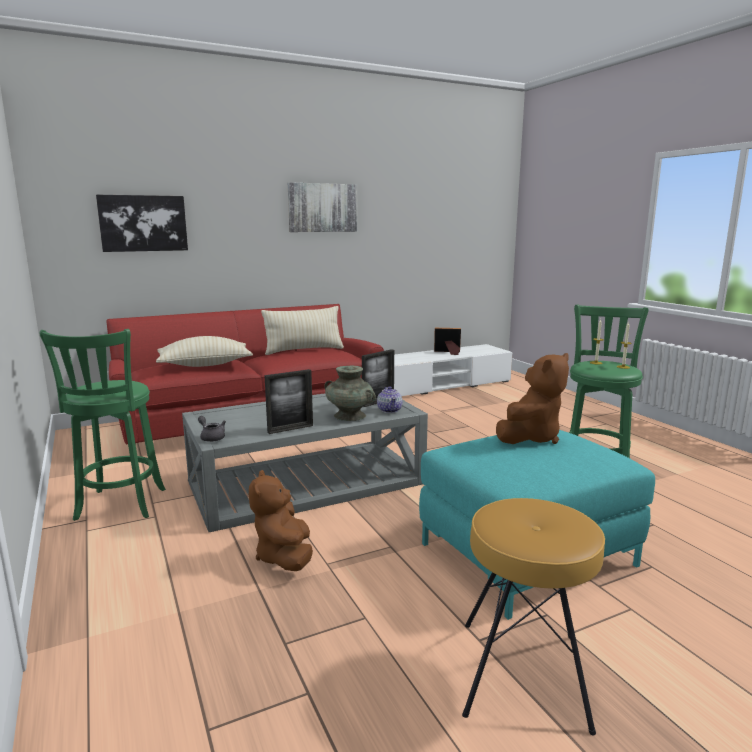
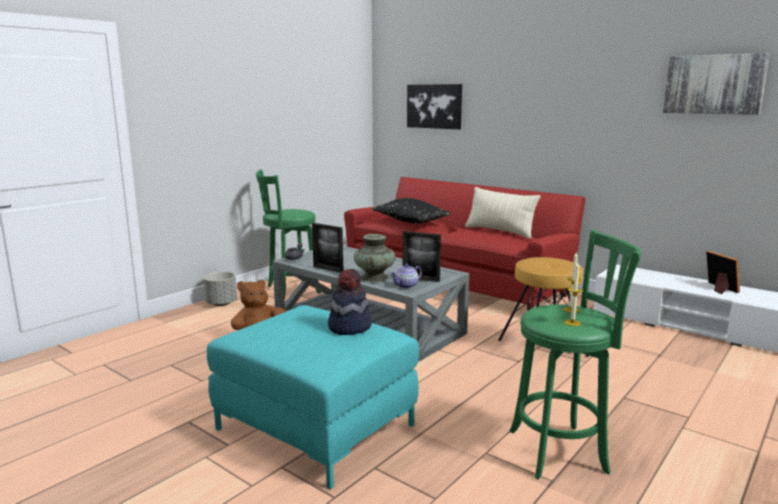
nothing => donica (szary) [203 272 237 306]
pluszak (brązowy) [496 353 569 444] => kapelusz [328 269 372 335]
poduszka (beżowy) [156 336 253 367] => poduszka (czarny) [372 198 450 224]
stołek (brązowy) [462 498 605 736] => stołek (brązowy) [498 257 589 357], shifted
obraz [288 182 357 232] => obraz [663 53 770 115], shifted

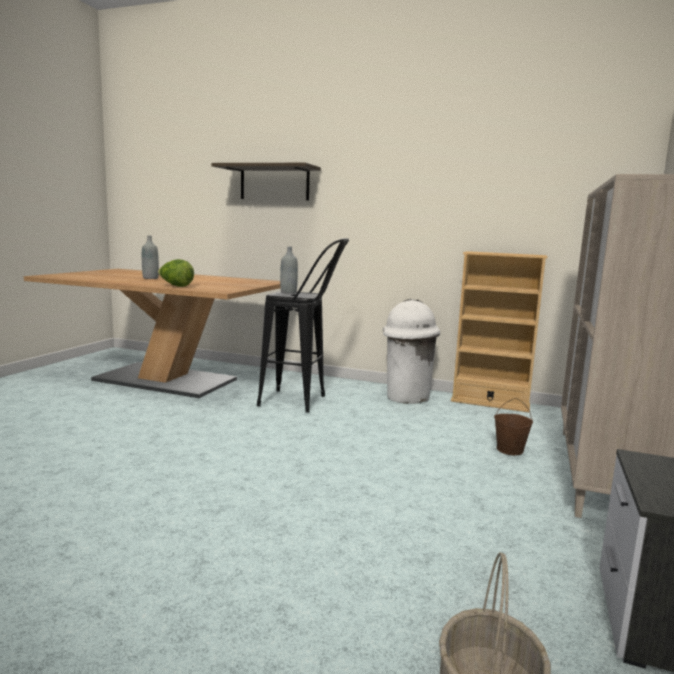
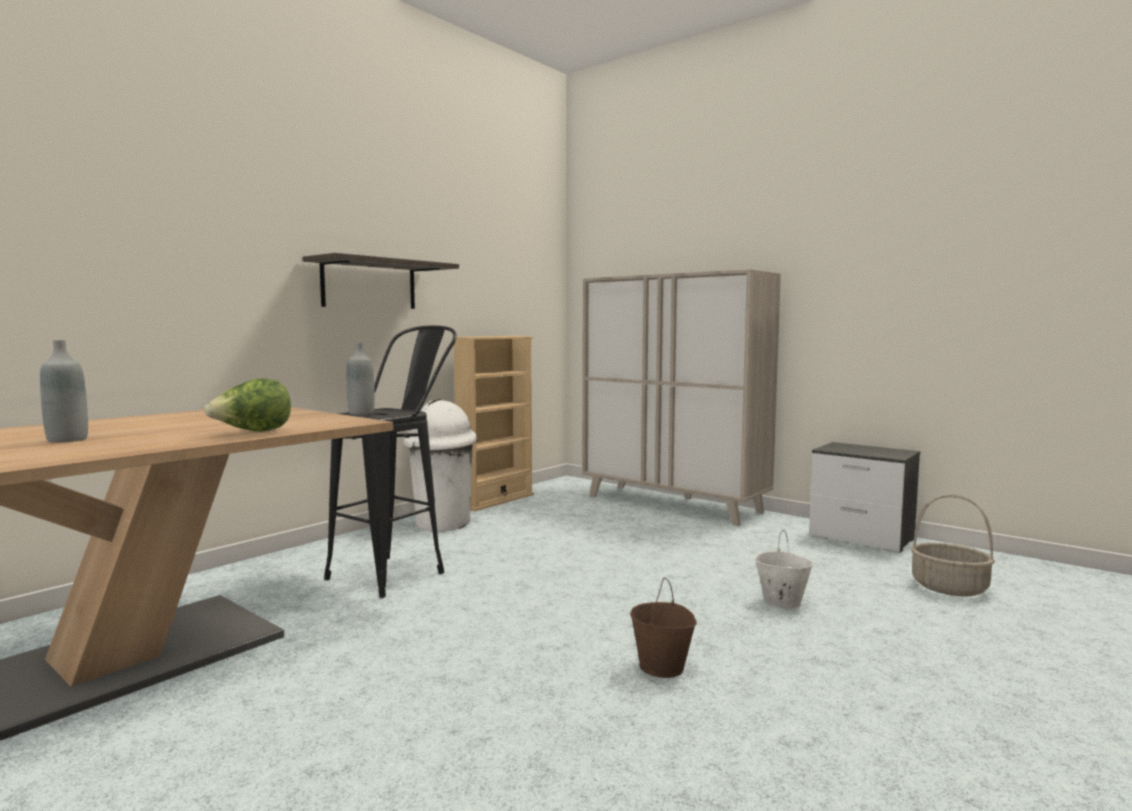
półka [211 163 321 200] => półka [303 253 459 309], shifted
wiadro (brązowy) [494 398 533 455] => wiadro (brązowy) [630 577 697 678], shifted
nothing => wiadro (biały) [754 529 813 609]

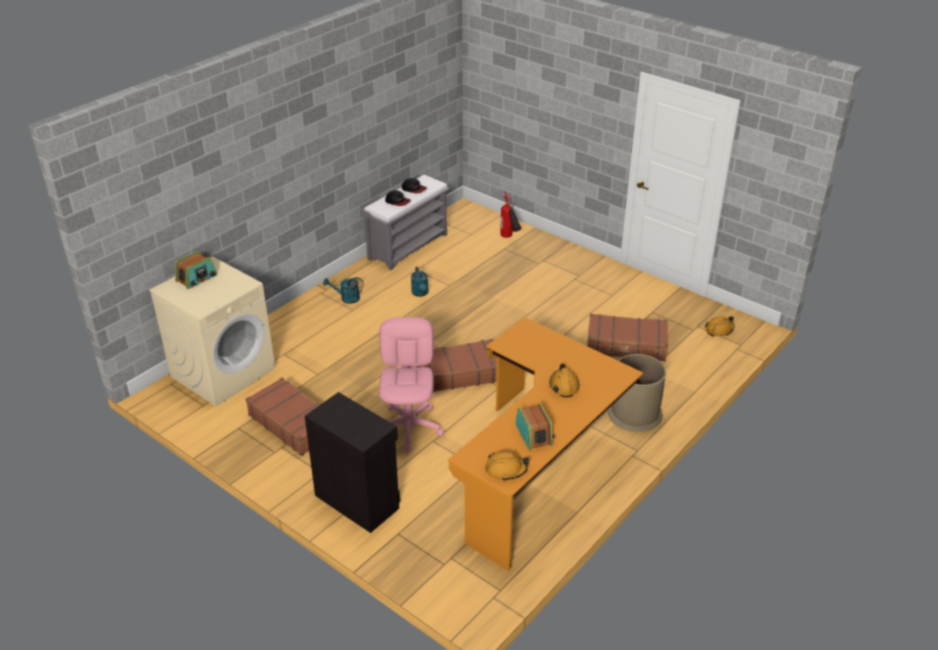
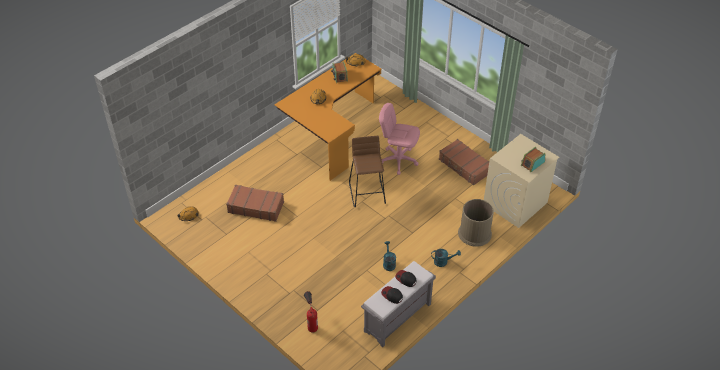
walizka (brązowy) [416 339 497 392] => stołek (brązowy) [349 136 386 207]
krzesło biurowe (różowy) [379 317 445 452] => krzesło biurowe (różowy) [379 103 420 175], 105 degrees clockwise
kosz na śmieci (brązowy) [607 354 666 432] => kosz na śmieci (brązowy) [458 199 494 247], shifted
szafka (czarny) [305 392 400 533] => nothing

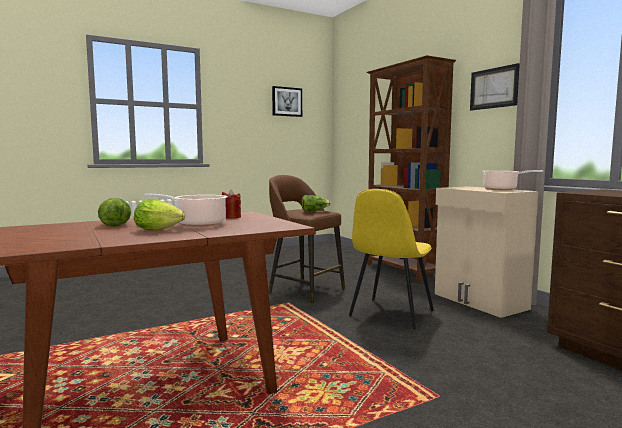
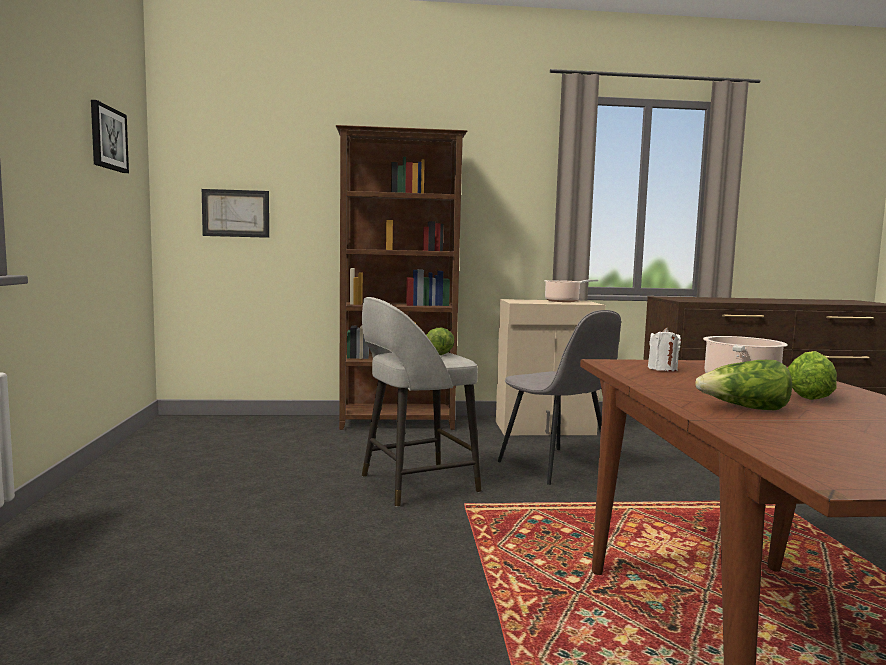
obraz [470 63 520 111] => obraz [202 189 269 238], shifted
stołek (brązowy) [268 175 345 303] => stołek (szary) [362 297 481 507]
krzesło (żółty) [349 189 434 329] => krzesło (szary) [498 310 621 485]
świeca (czerwony) [222 190 241 219] => świeca (biały) [648 327 681 371]

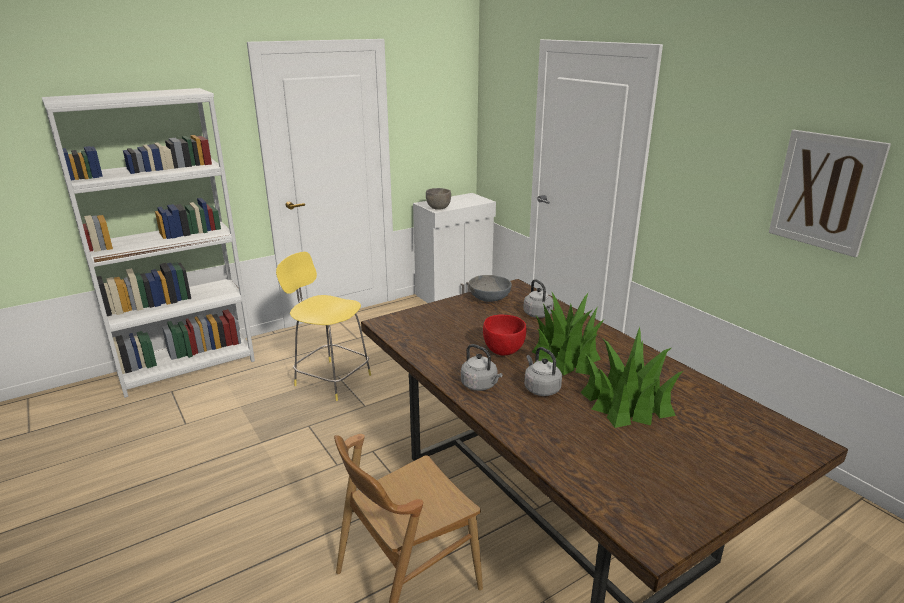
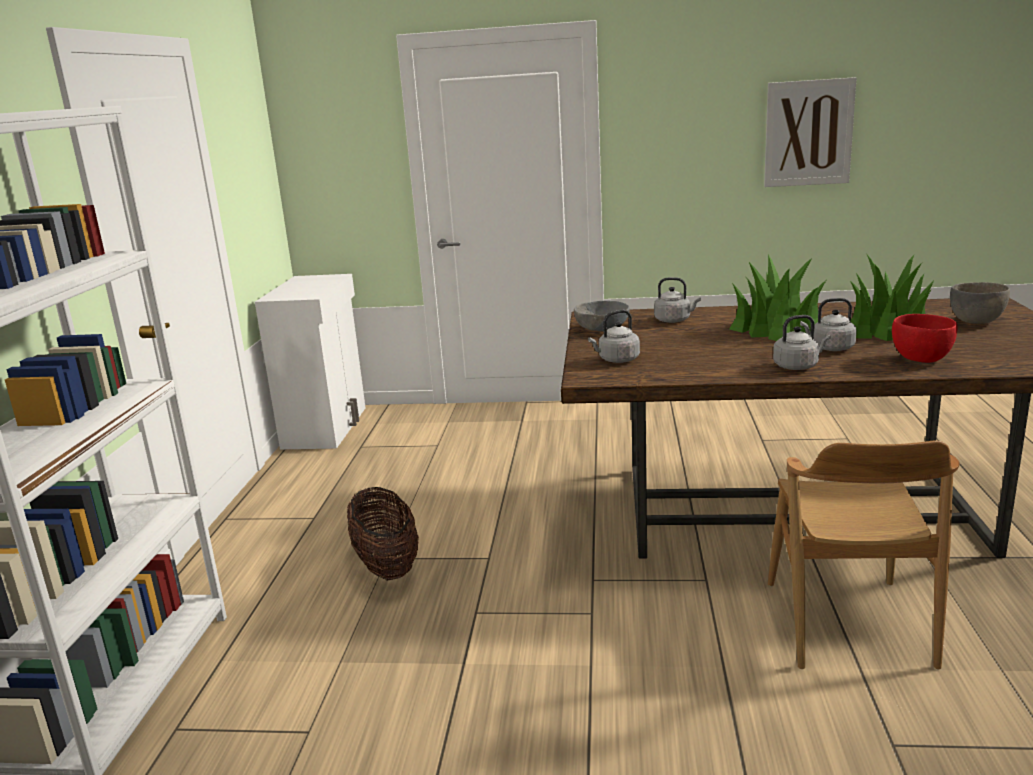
stołek (żółty) [276 252 371 401] => koszyk [347 487 419 581]
nothing => czajnik (szary) [588 310 640 363]
miska (czerwony) [483 315 526 356] => miska (czerwony) [892 314 957 363], shifted
miska (szary) [426 188 451 210] => miska (szary) [950 282 1010 324], shifted

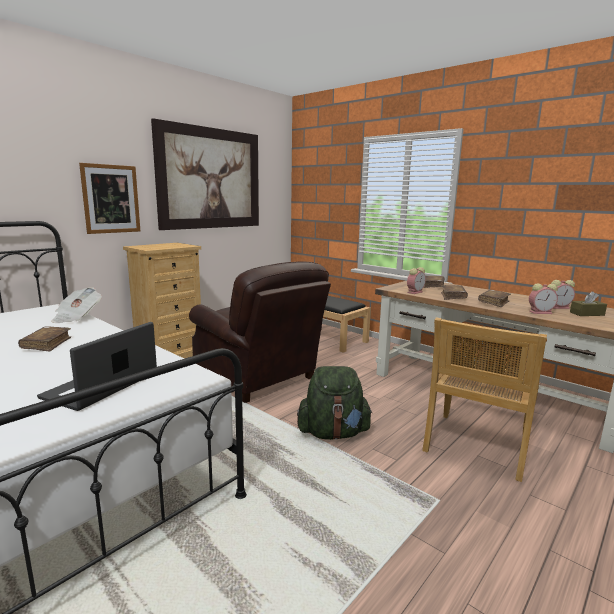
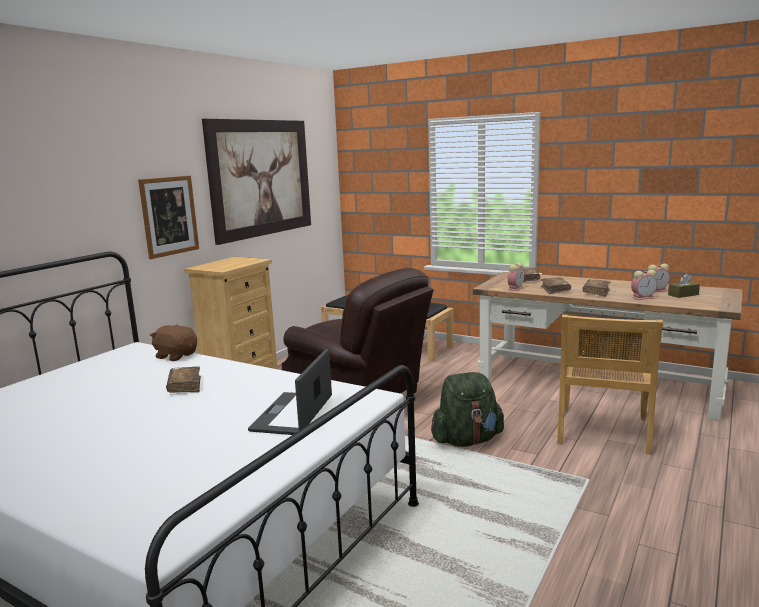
gazeta [51 287 102 323] => pluszak (brązowy) [150 325 197 361]

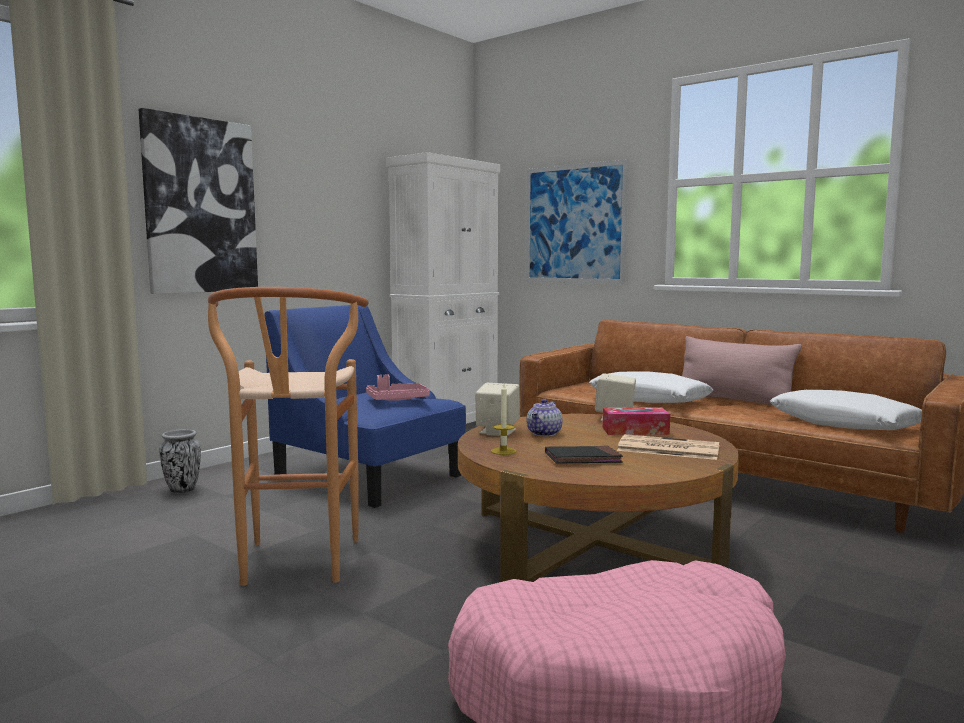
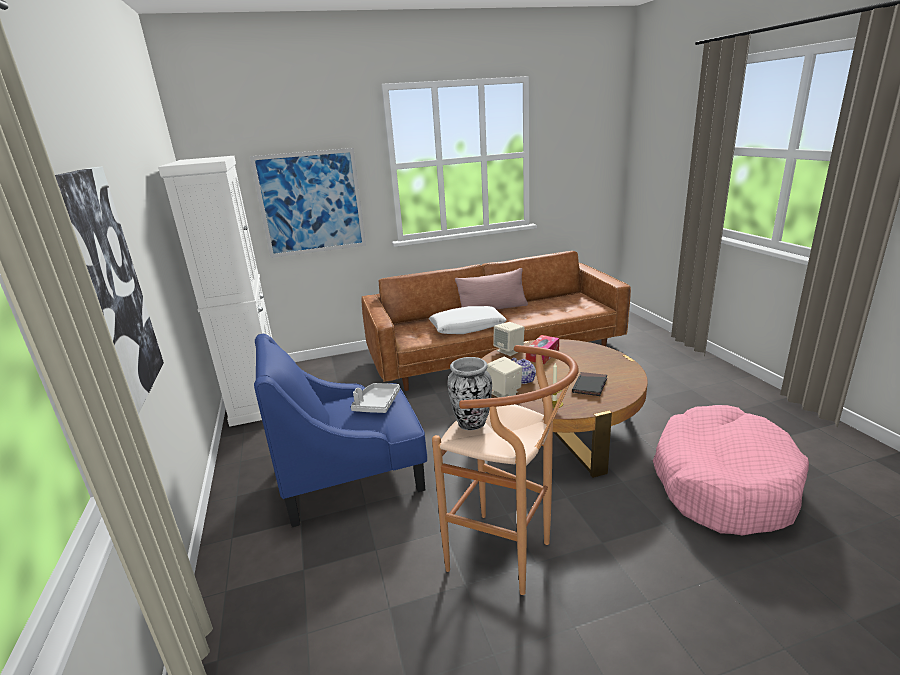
taca (różowy) [366 374 430 401] => taca (szary) [351 383 400 413]
wazon [159 429 201 494] => wazon [447 357 492 430], shifted
gazeta [617 434 719 460] => nothing
poduszka (biały) [770 390 922 430] => nothing

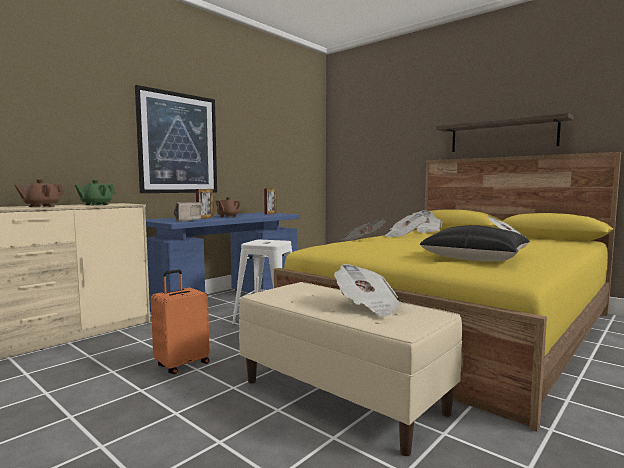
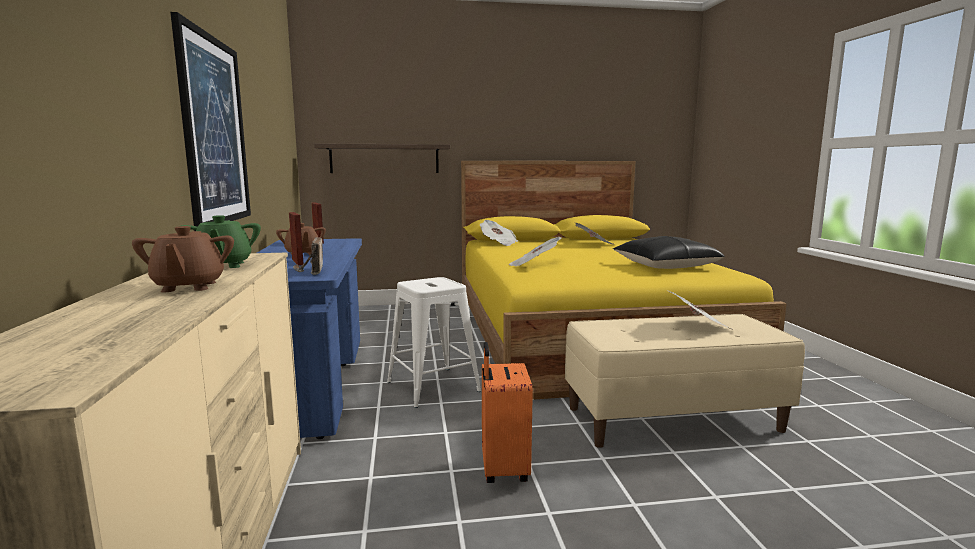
półka [436 113 574 152] => półka [314 143 450 173], shifted
gazeta [385 213 427 237] => nothing

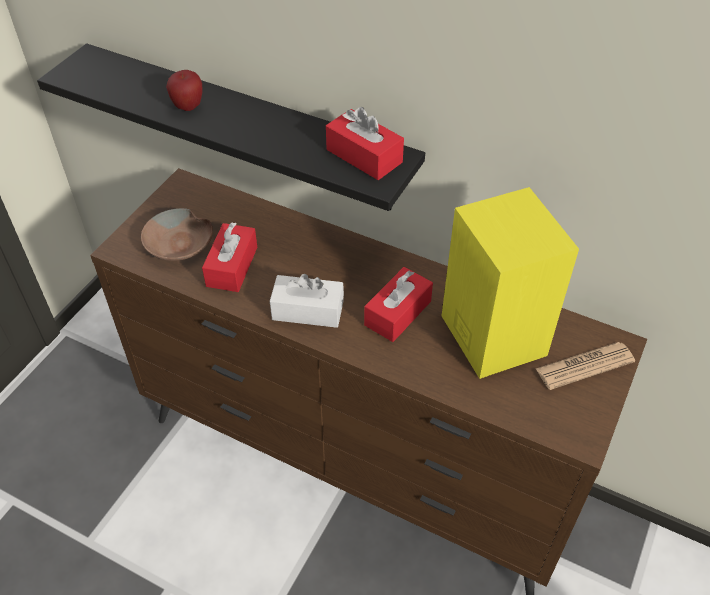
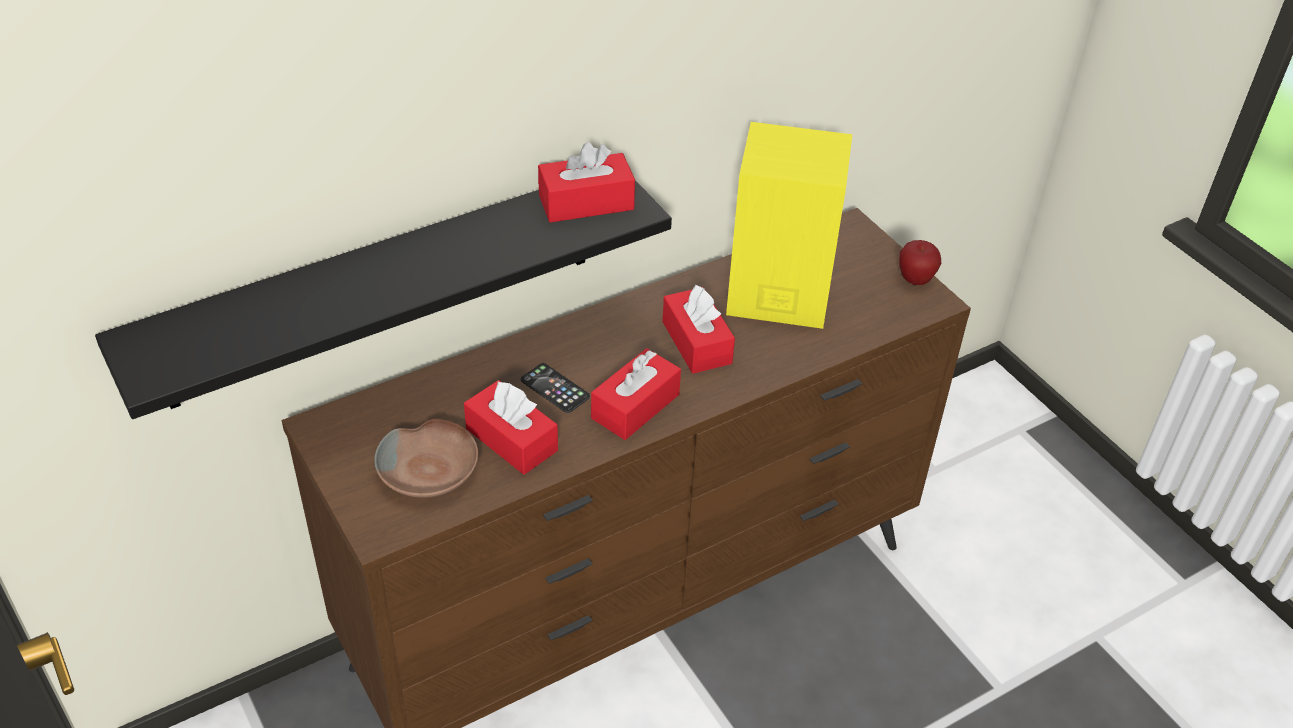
nothing => telefon [521 363 590 413]
pudełko chusteczek (biały) [270 274 344 328] => pudełko chusteczek (czerwony) [591 348 681 440]
jabłko [166 70 202 111] => jabłko [899 240 941 285], shifted
gazeta [536 342 635 390] => nothing

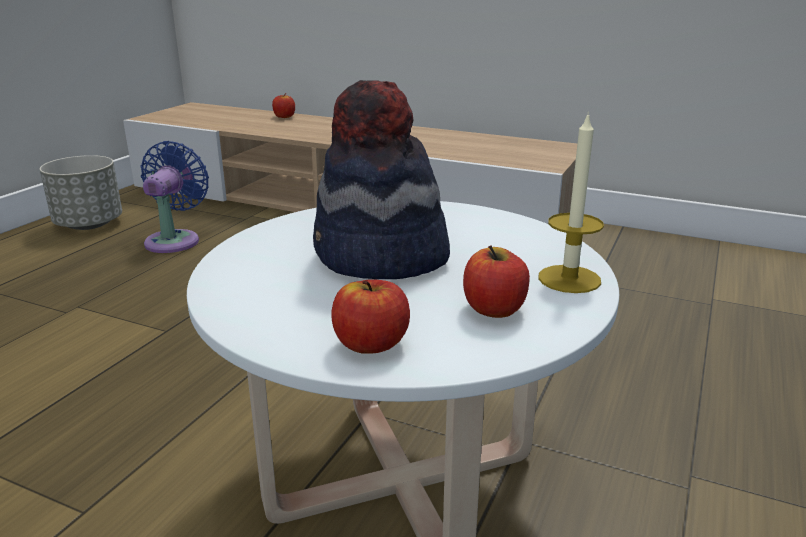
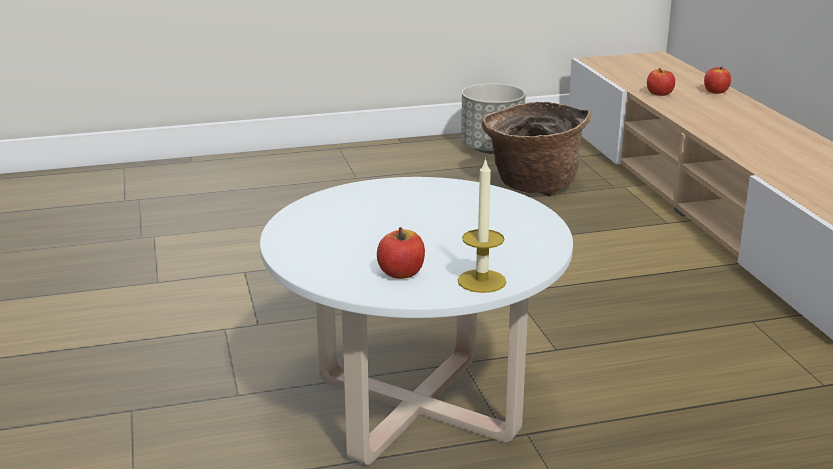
wentylator (niebieski) [140 141 209 253] => koszyk [482 102 592 196]
jabłko [331 280 410 354] => jabłko [647 68 675 96], shifted
kapelusz [313 80 450 279] => nothing

